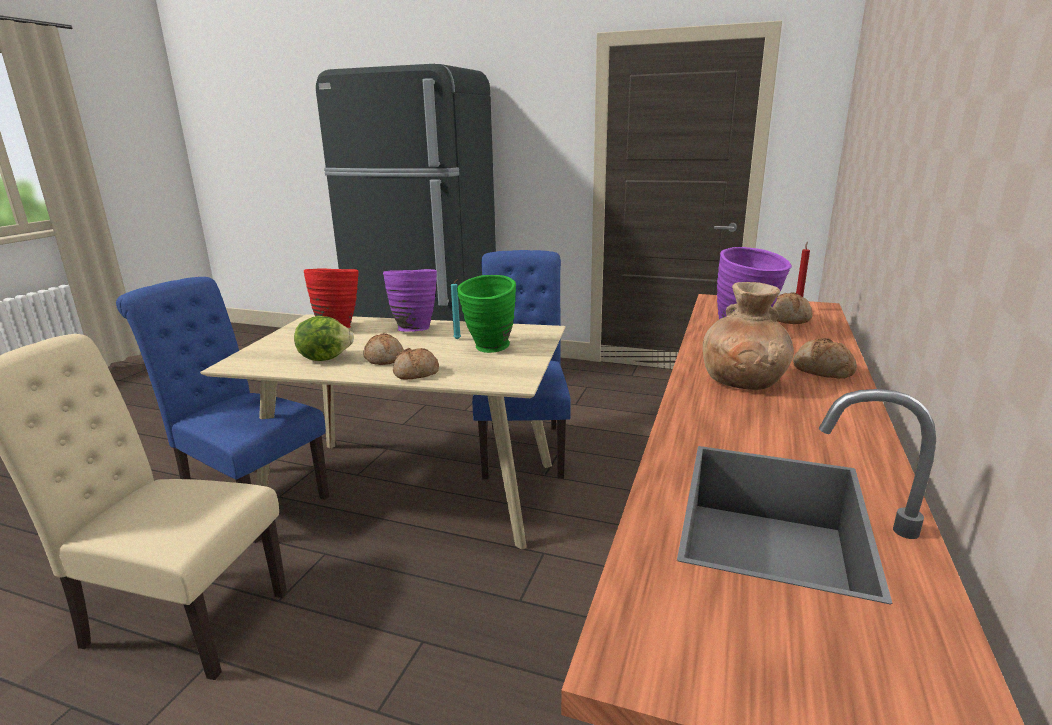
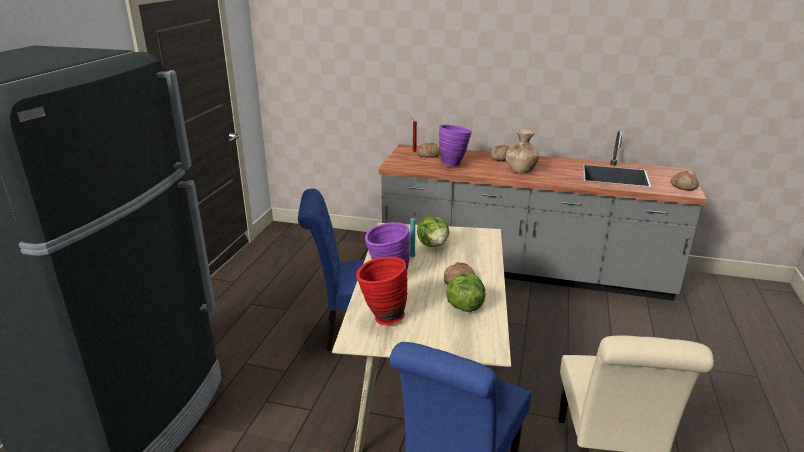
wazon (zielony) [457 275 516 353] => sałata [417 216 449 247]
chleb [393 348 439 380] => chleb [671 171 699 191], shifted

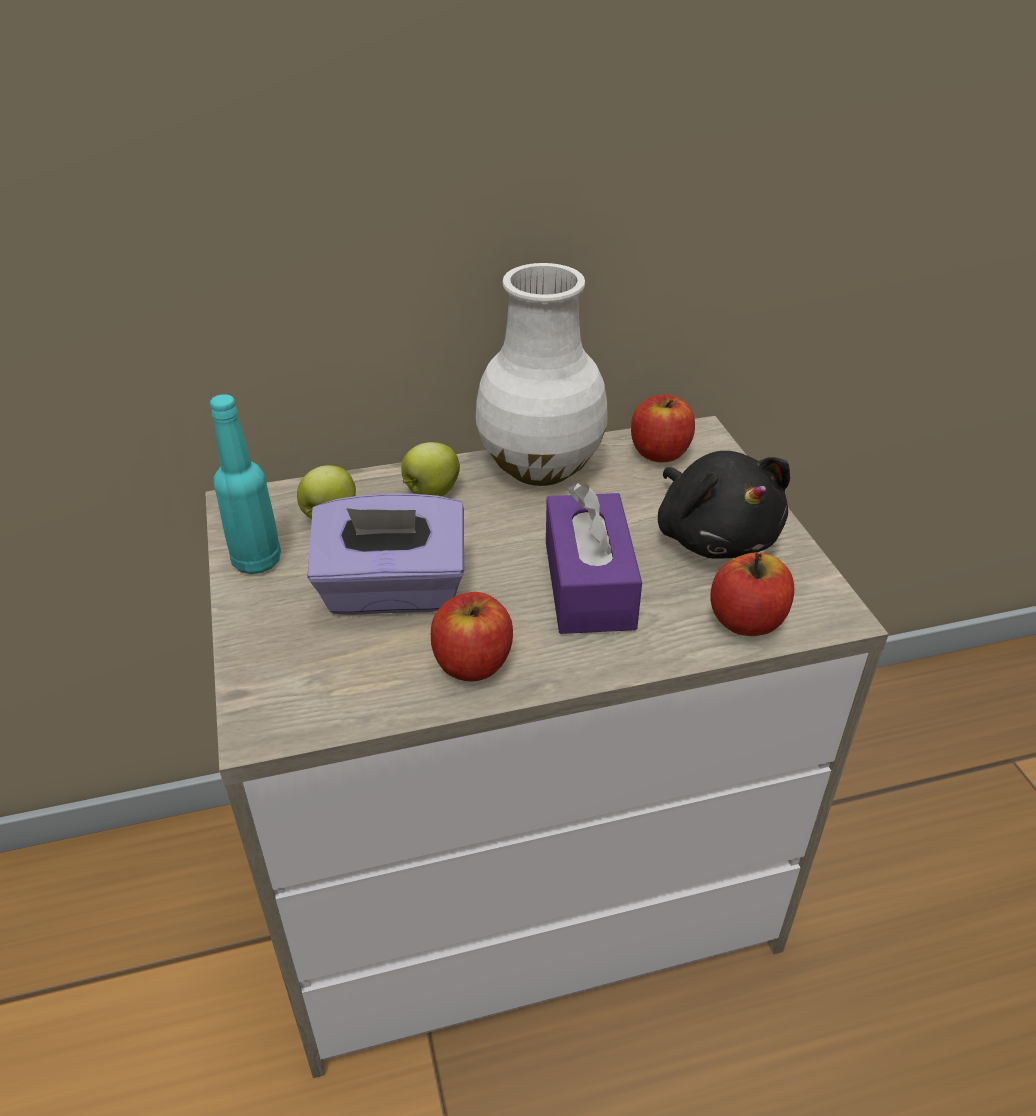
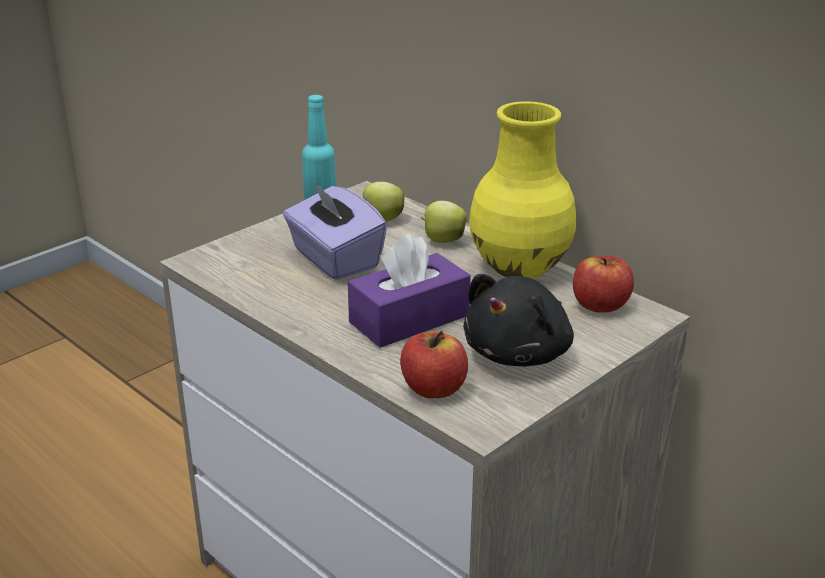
wazon (biały) [476 263 608 486] => wazon (żółty) [469 101 576 279]
jabłko [431 592 513 682] => nothing

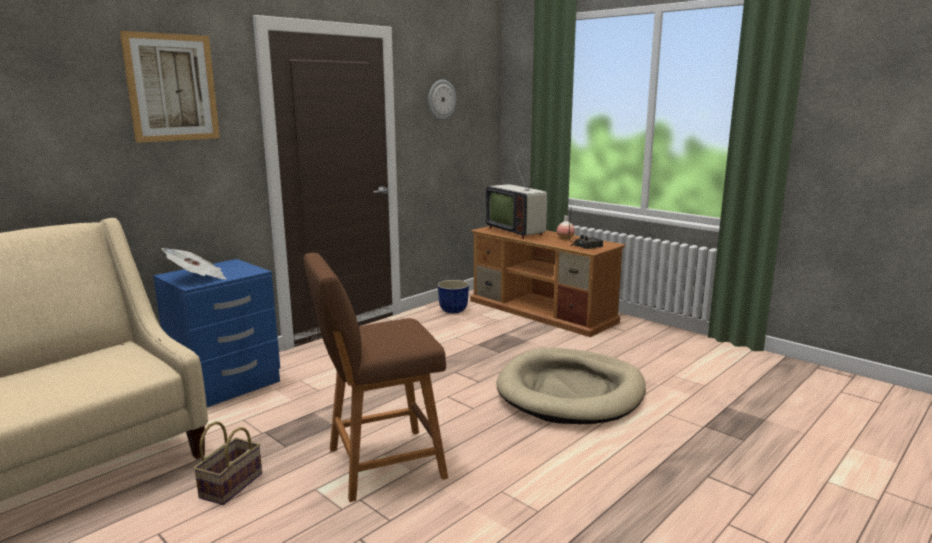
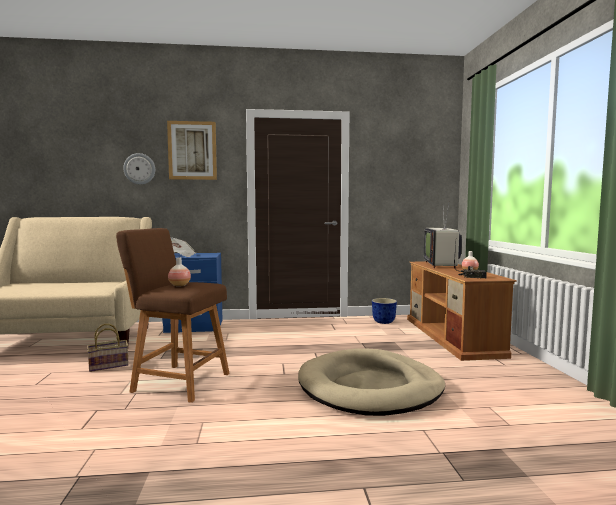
zegar ścienny [428 80 456 120] => zegar ścienny [123 153 155 185], shifted
nothing => wazon [168 257 191 286]

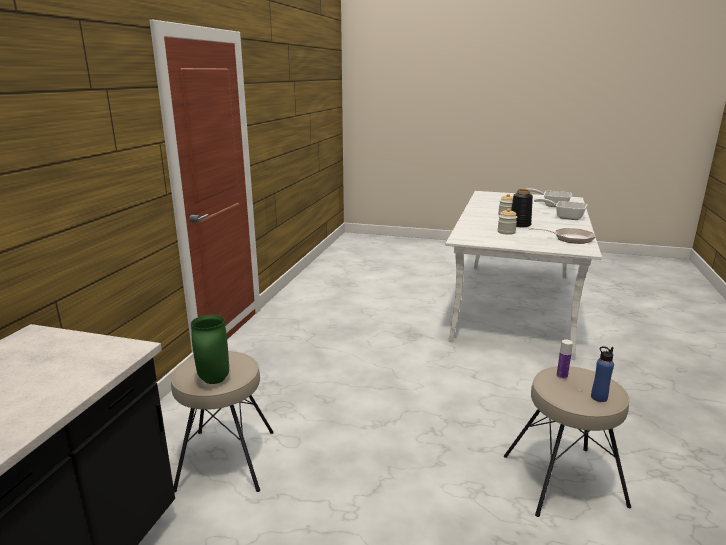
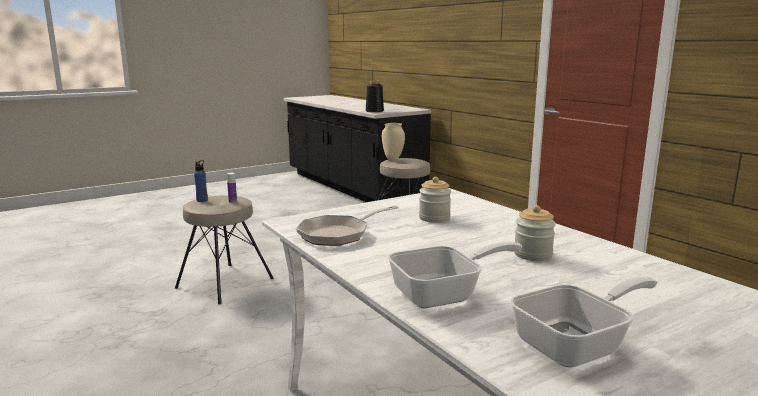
wazon (czarny) [511 189 533 227] => wazon (czarny) [366 81 384 113], shifted
wazon (zielony) [191 315 229 384] => wazon (beżowy) [382 123 405 161]

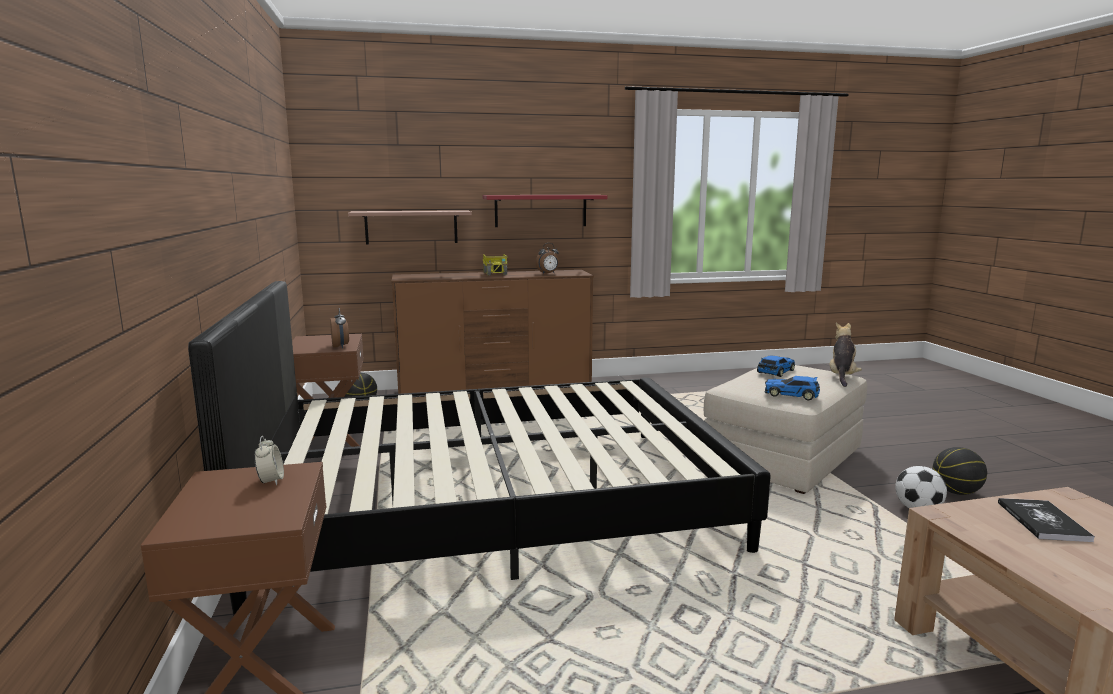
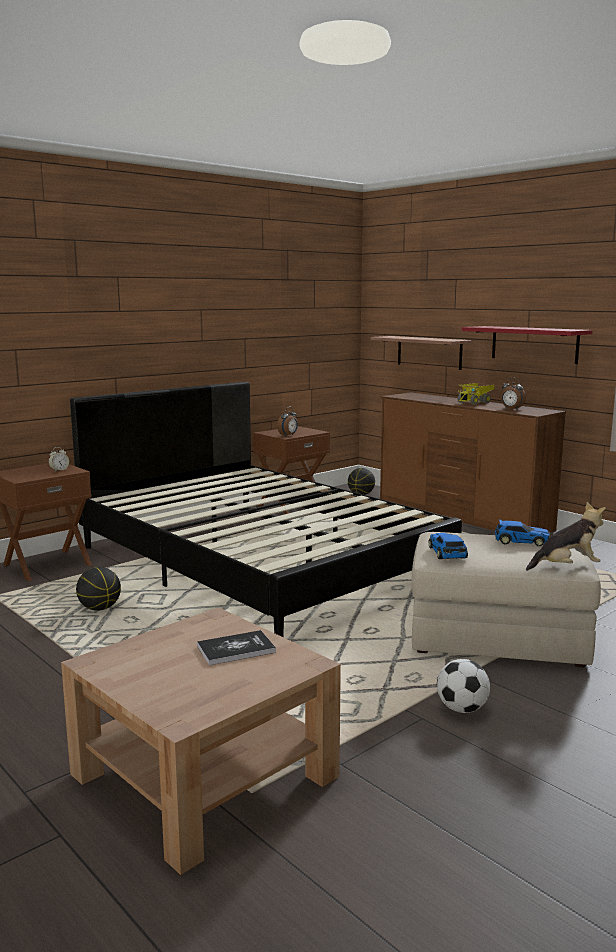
piłka do koszykówki [932 447 987 495] => piłka do koszykówki [76 567 121 611], shifted

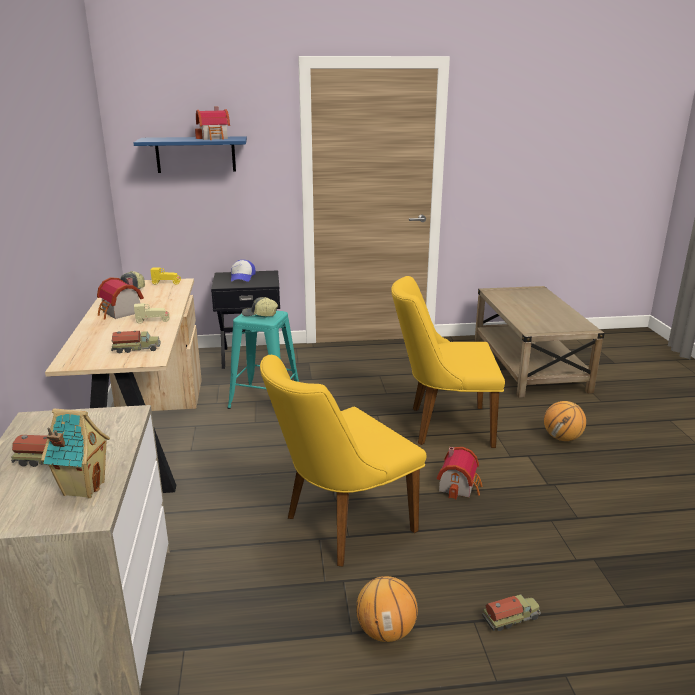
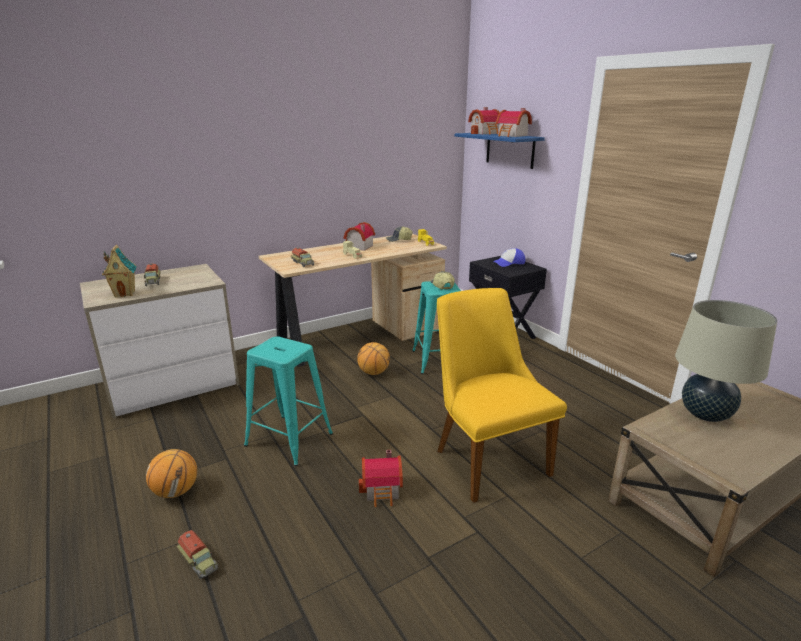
krzesło (żółty) [260 355 426 566] => stołek (turkusowy) [244 336 333 466]
piłka do koszykówki [544 401 586 441] => piłka do koszykówki [357 342 390 375], shifted
nothing => domek [468 107 500 135]
nothing => lampa stołowa (beżowy) [675 300 777 422]

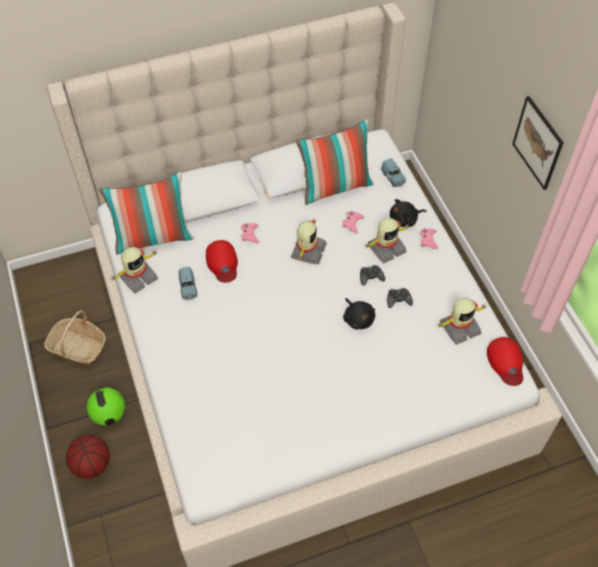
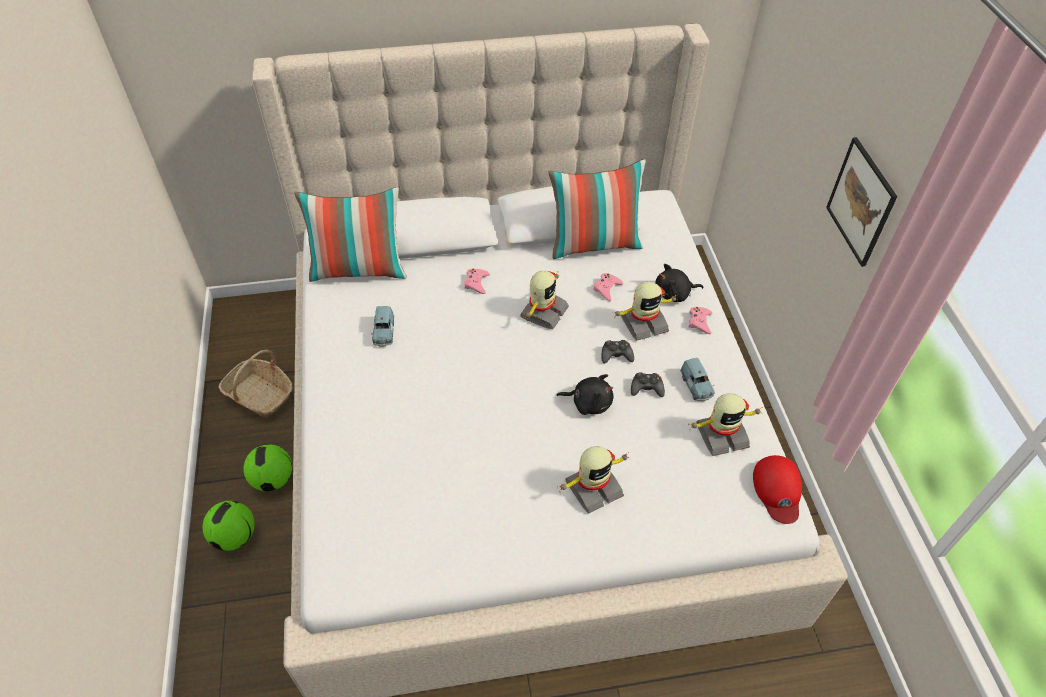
piłka do koszykówki [66 435 110 479] => piłka futbolowa [202 500 255 551]
pluszak (czarny) [343 298 375 330] => pluszak (czarny) [556 374 614 415], 60 degrees counterclockwise
robot zabawkowy [109 247 159 293] => robot zabawkowy [557 446 630 514], shifted
samochodzik (niebieski) [381 158 406 187] => samochodzik (niebieski) [680 358 715 401], shifted
czapka z daszkiem (czerwony) [206 240 238 283] => nothing

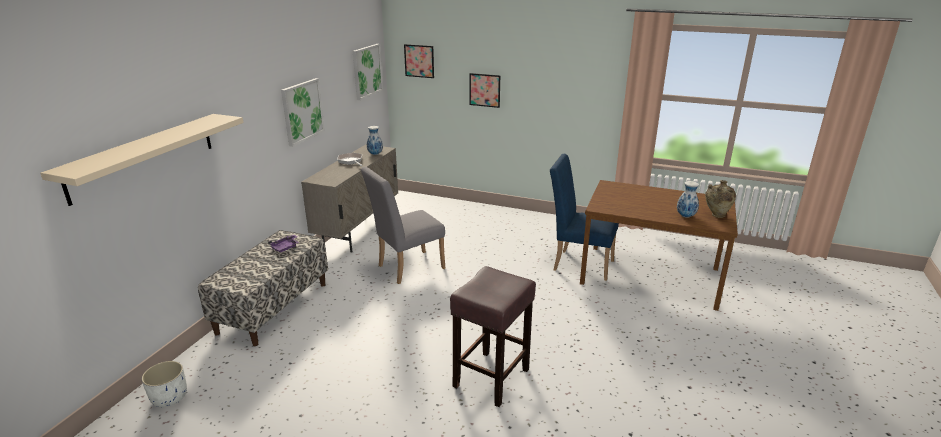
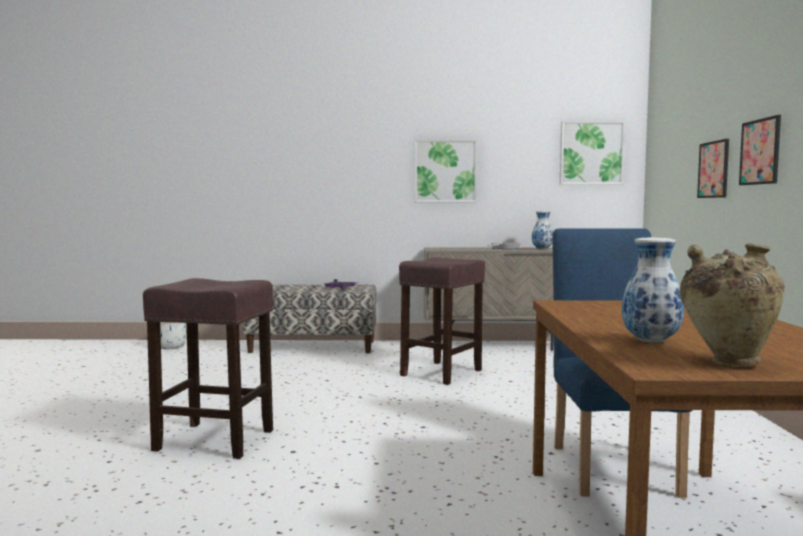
krzesło (szary) [361 167 445 284] => stołek (brązowy) [399 257 485 385]
obraz [404 44 434 78] => obraz [739 115 781 185], shifted
półka (beżowy) [40 114 243 206] => nothing

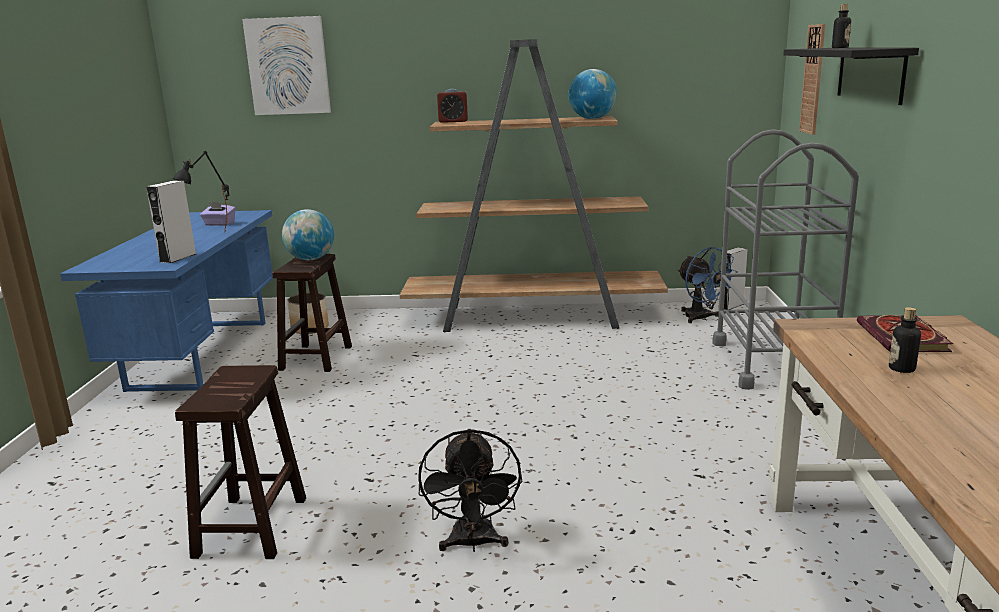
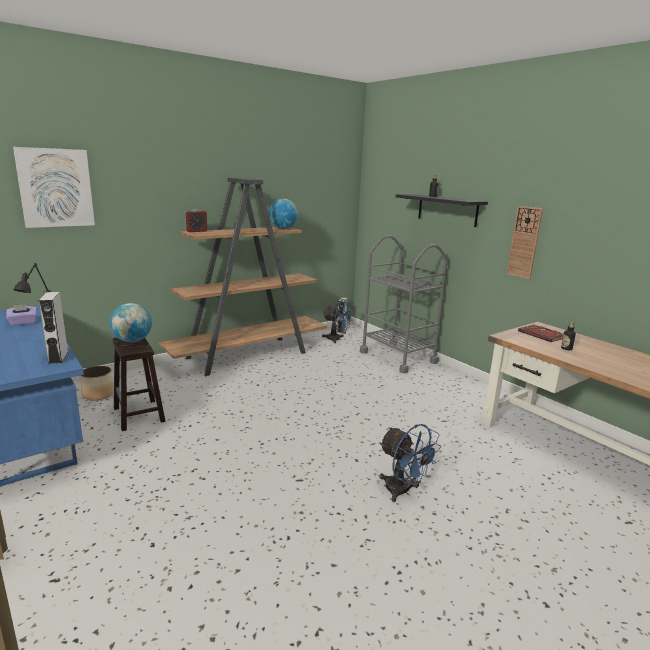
wentylator (czarny) [418 429 523 552] => wentylator (niebieski) [379 424 441 502]
zegar ścienny [799 24 825 135] => zegar ścienny [507 206 543 279], shifted
stołek (brązowy) [175 365 306 559] => nothing

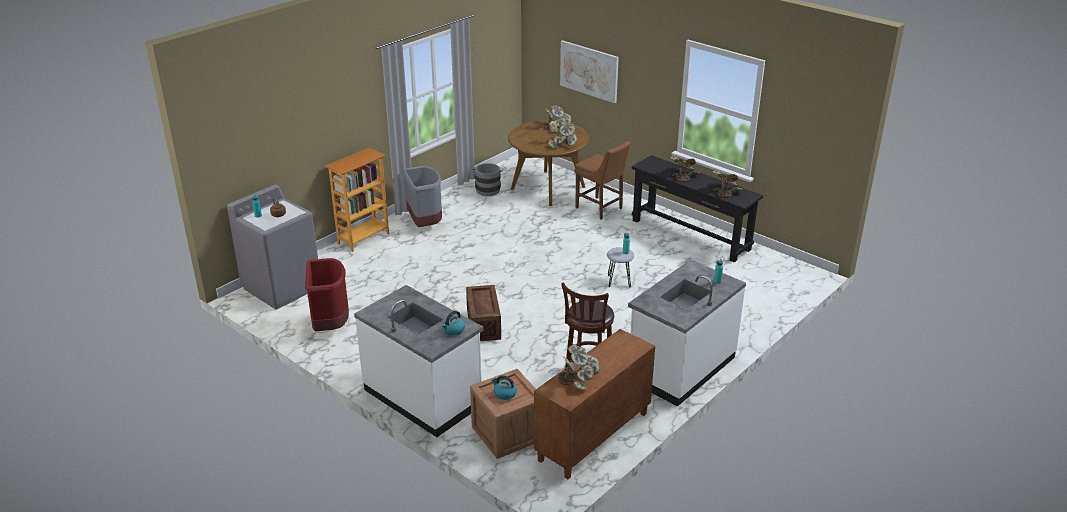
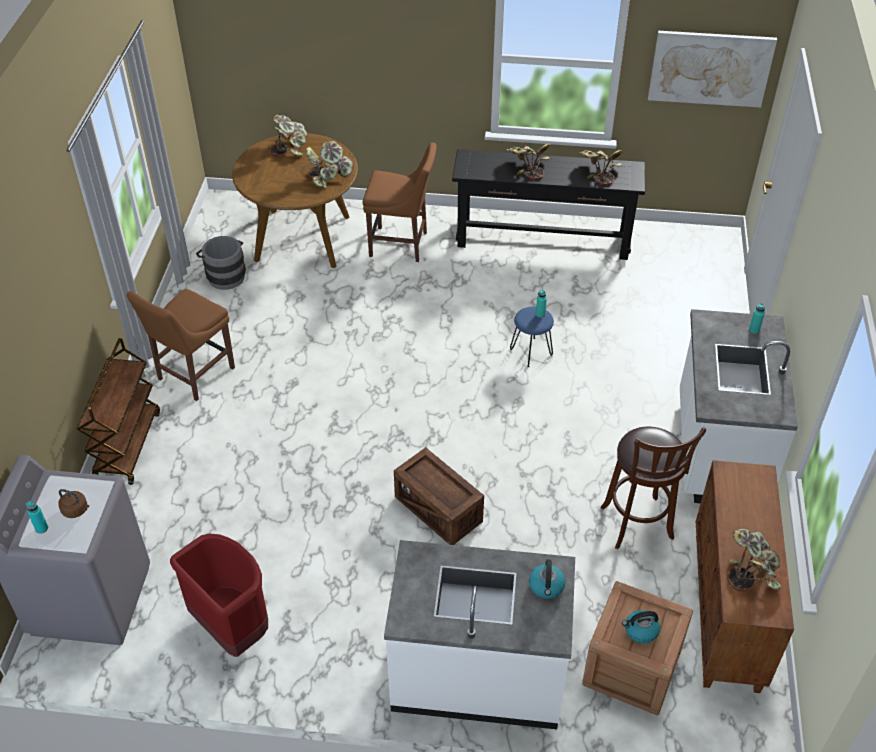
regał [325 148 389 252] => wózek (brązowy) [77 338 160 485]
kosz na śmieci (szary) [403 166 442 227] => krzesło (brązowy) [127 289 235 401]
stołek (szary) [607 247 634 288] => stołek (niebieski) [510 306 554 368]
obraz [560 40 619 103] => obraz [648 31 777 108], shifted

